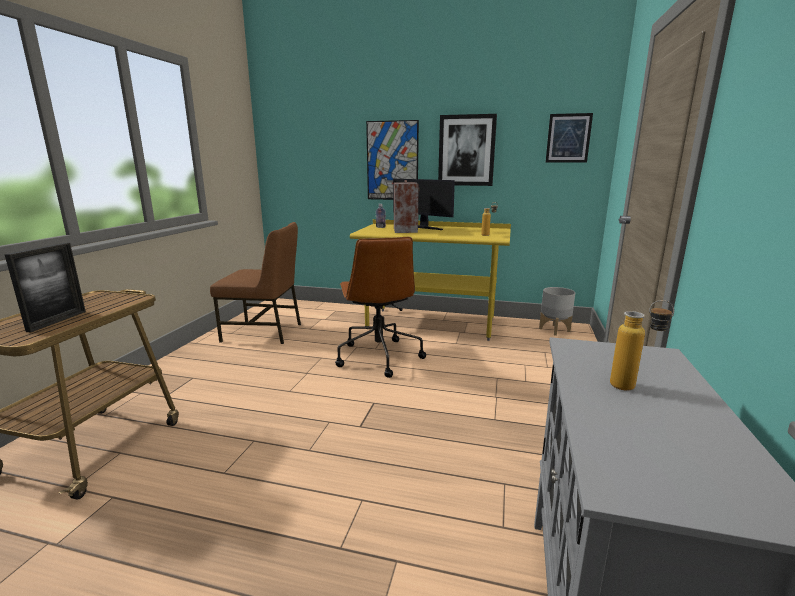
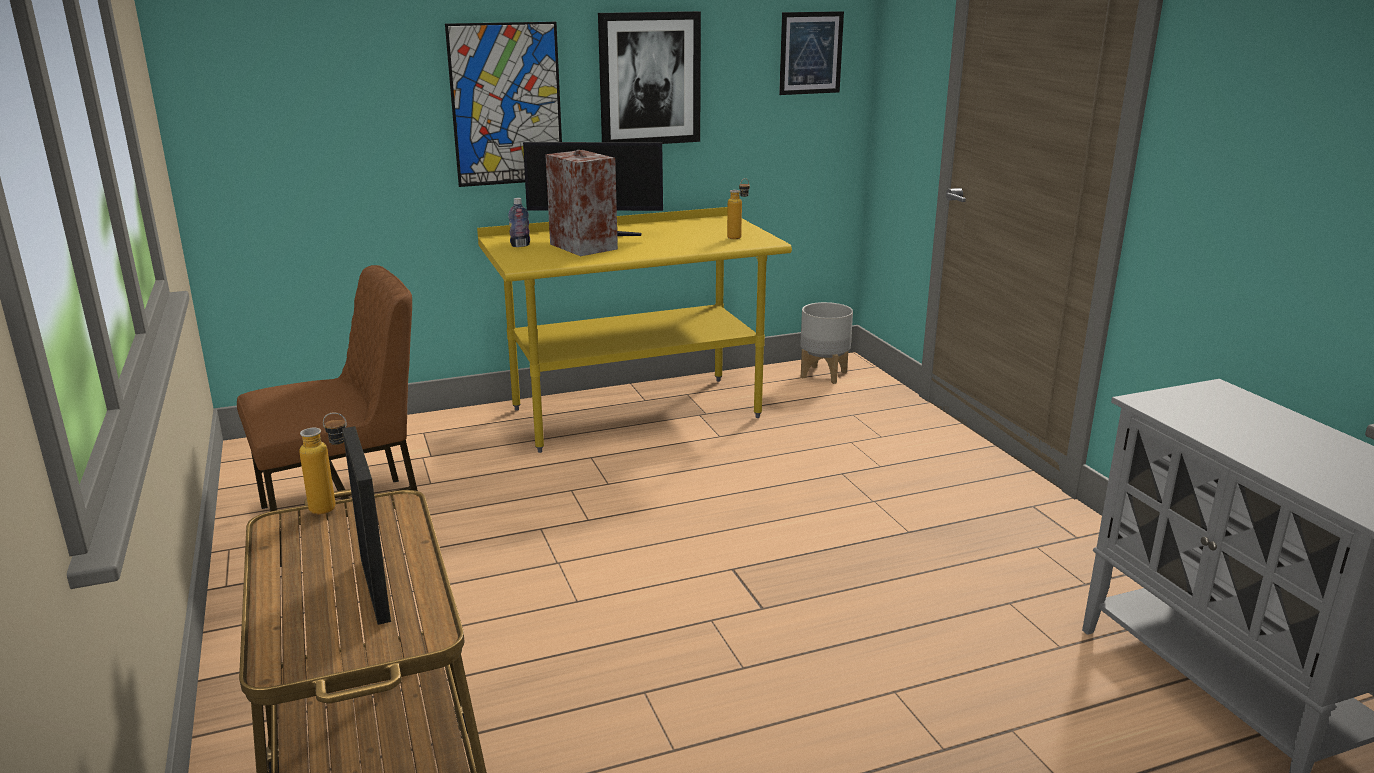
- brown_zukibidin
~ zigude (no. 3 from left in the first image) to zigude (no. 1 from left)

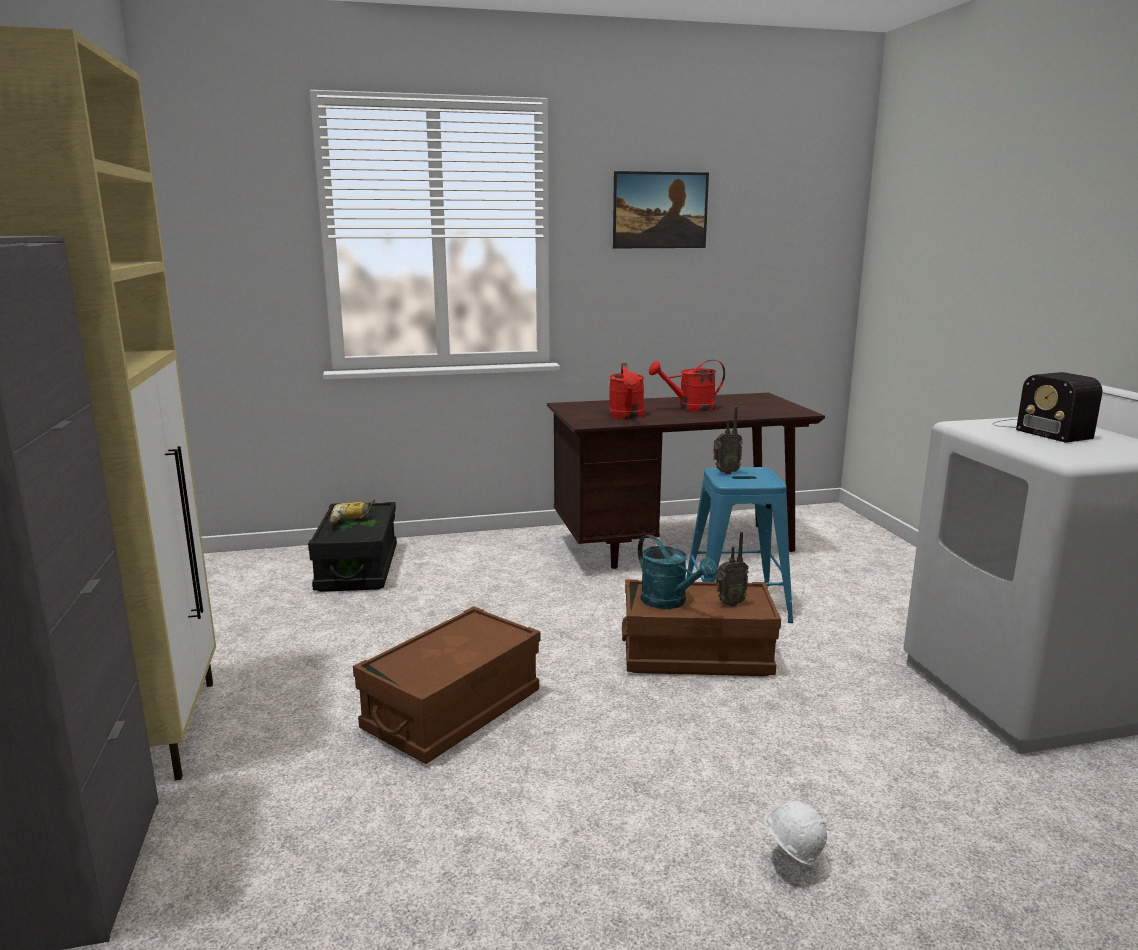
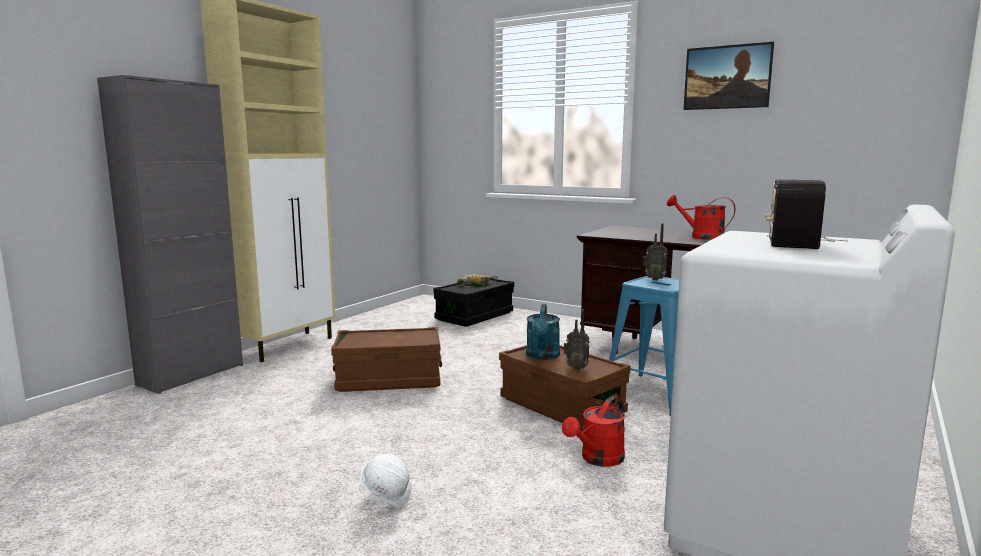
~ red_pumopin (no. 1 from left)

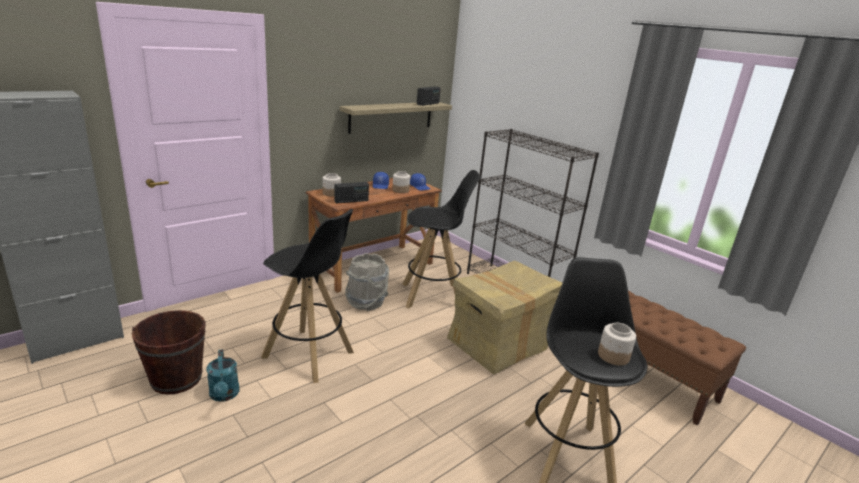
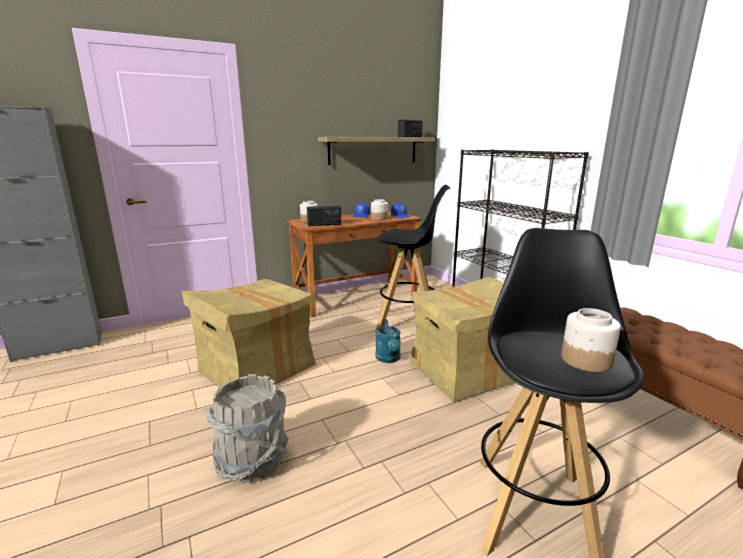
- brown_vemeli
~ turquoise_pumopin
~ grey_vemeli
~ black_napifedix (no. 1 from left) to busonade (no. 1 from left)

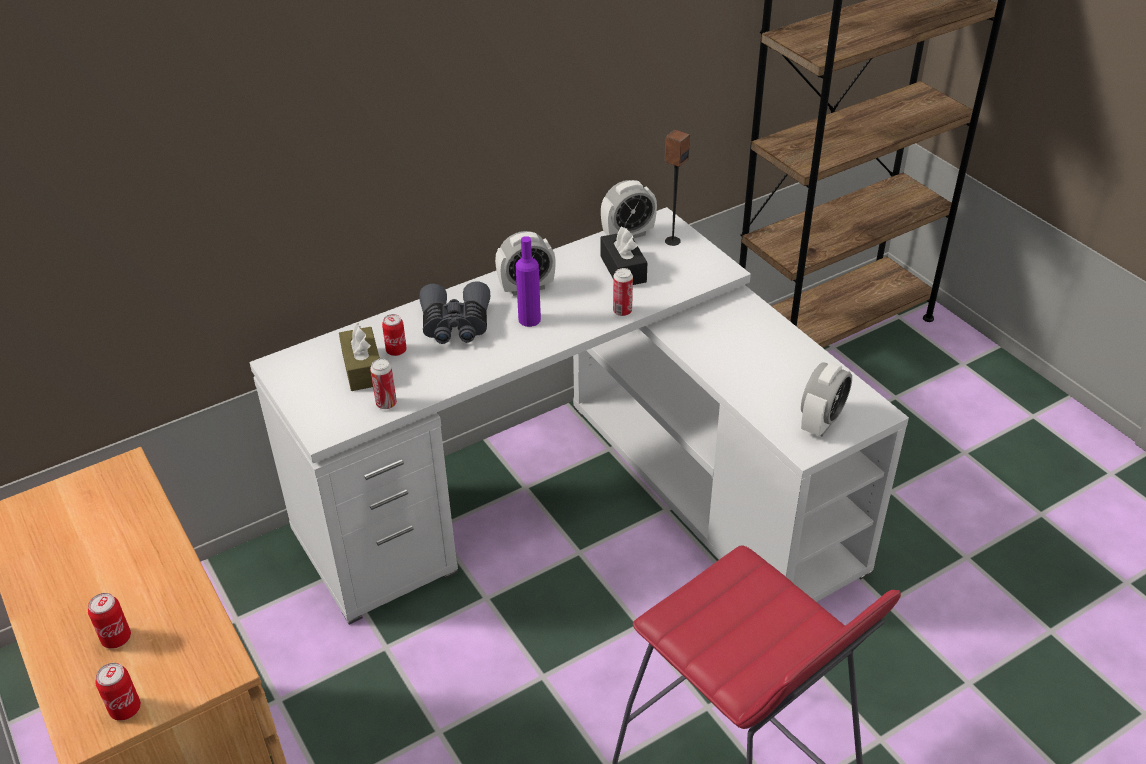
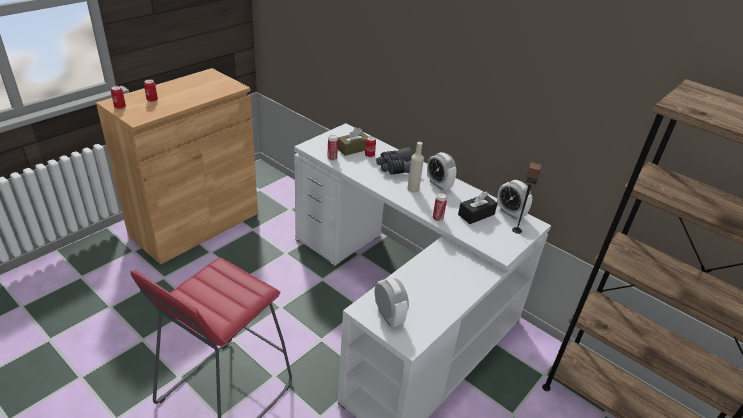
~ purple_zigude to beige_zigude
~ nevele (no. 3 from left in the first image) 135 degrees counterclockwise

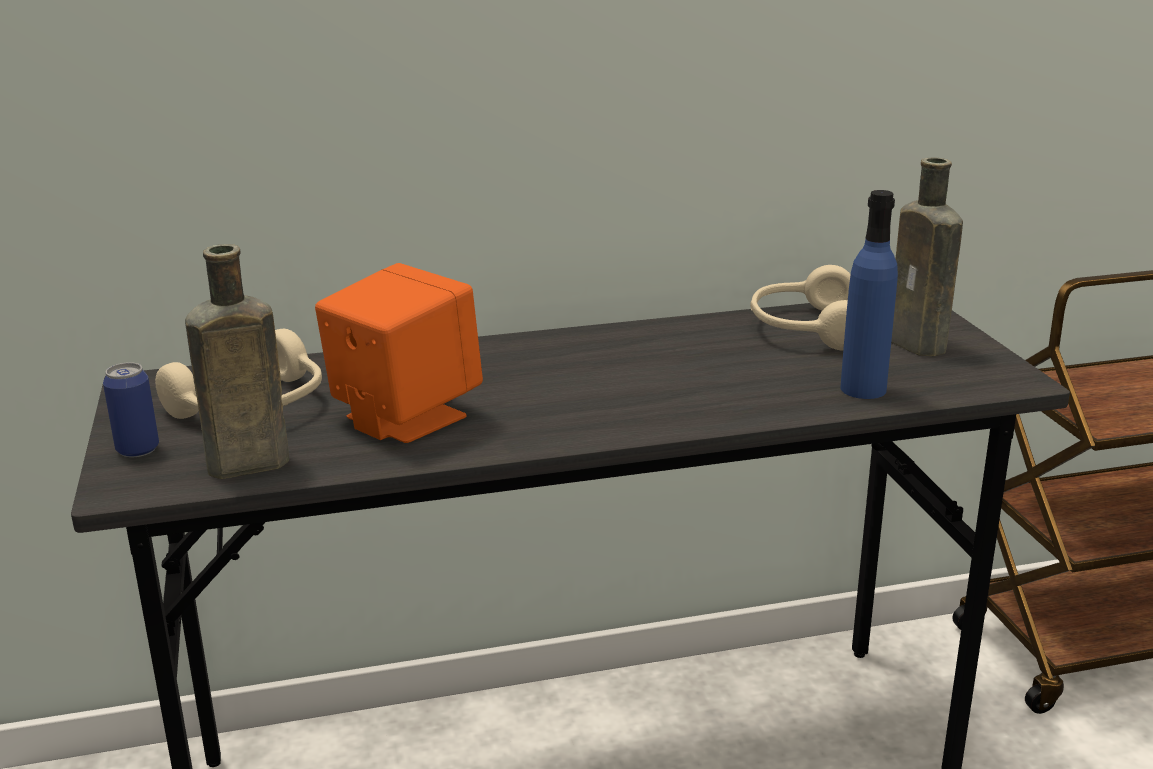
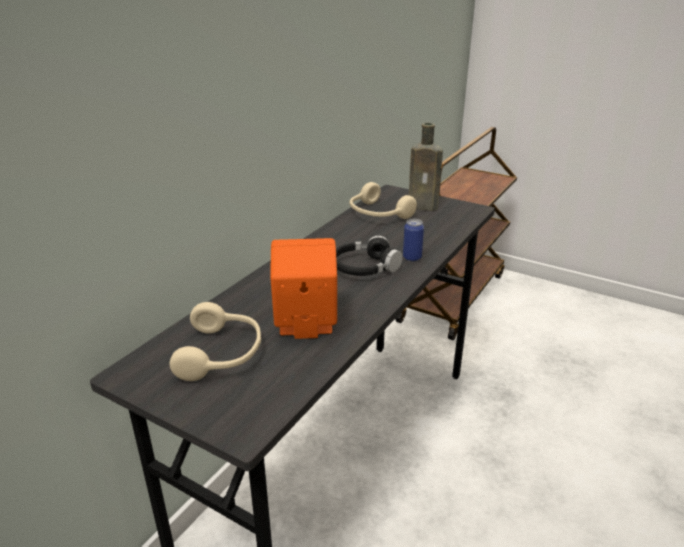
- brown_zigude (no. 1 from left)
- blue_zigude
+ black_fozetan
~ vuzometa

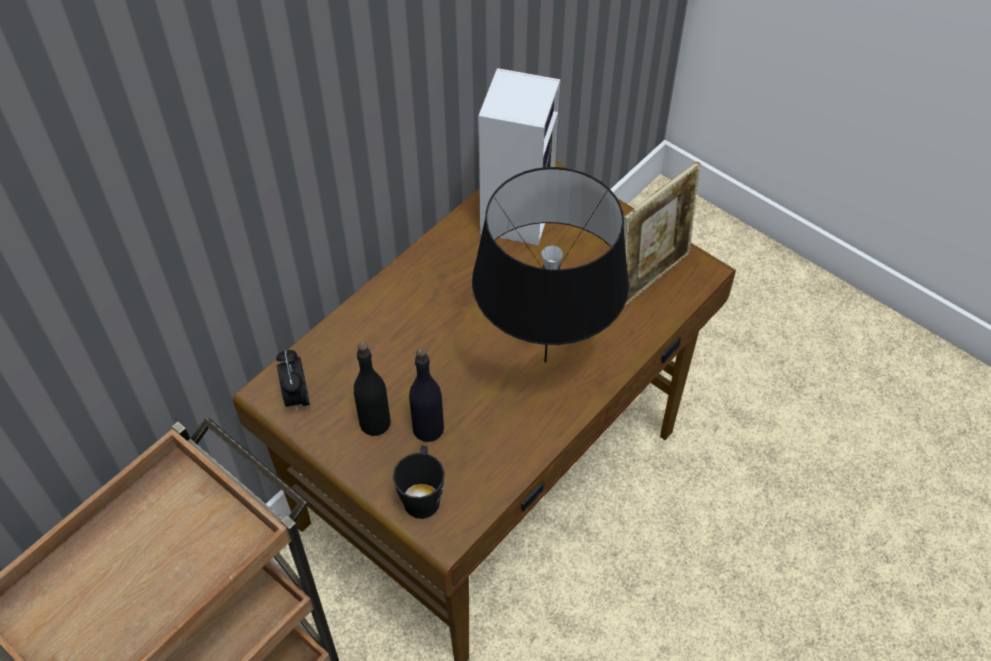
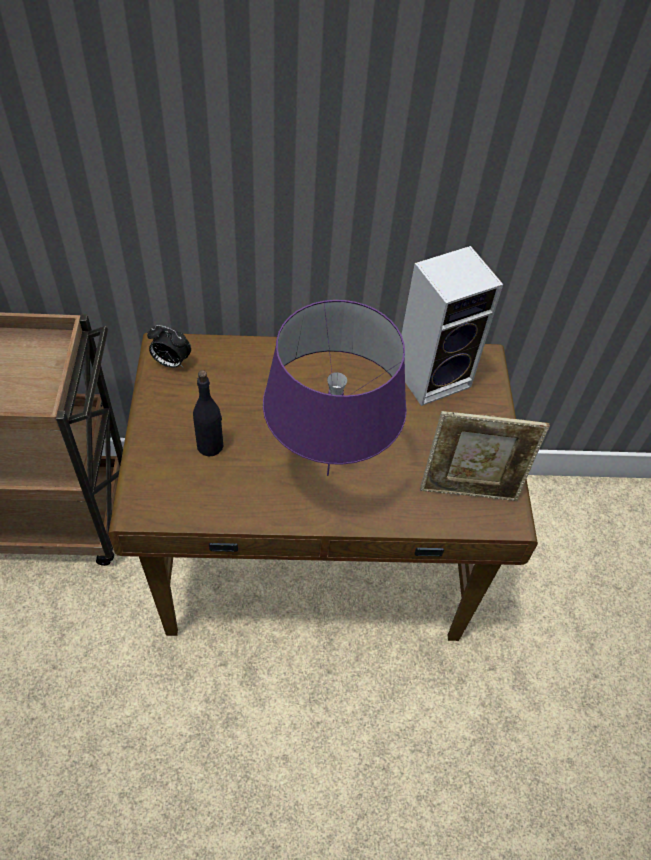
- black_zigude (no. 1 from left)
- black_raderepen
~ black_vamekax to purple_vamekax
~ nevele 105 degrees counterclockwise

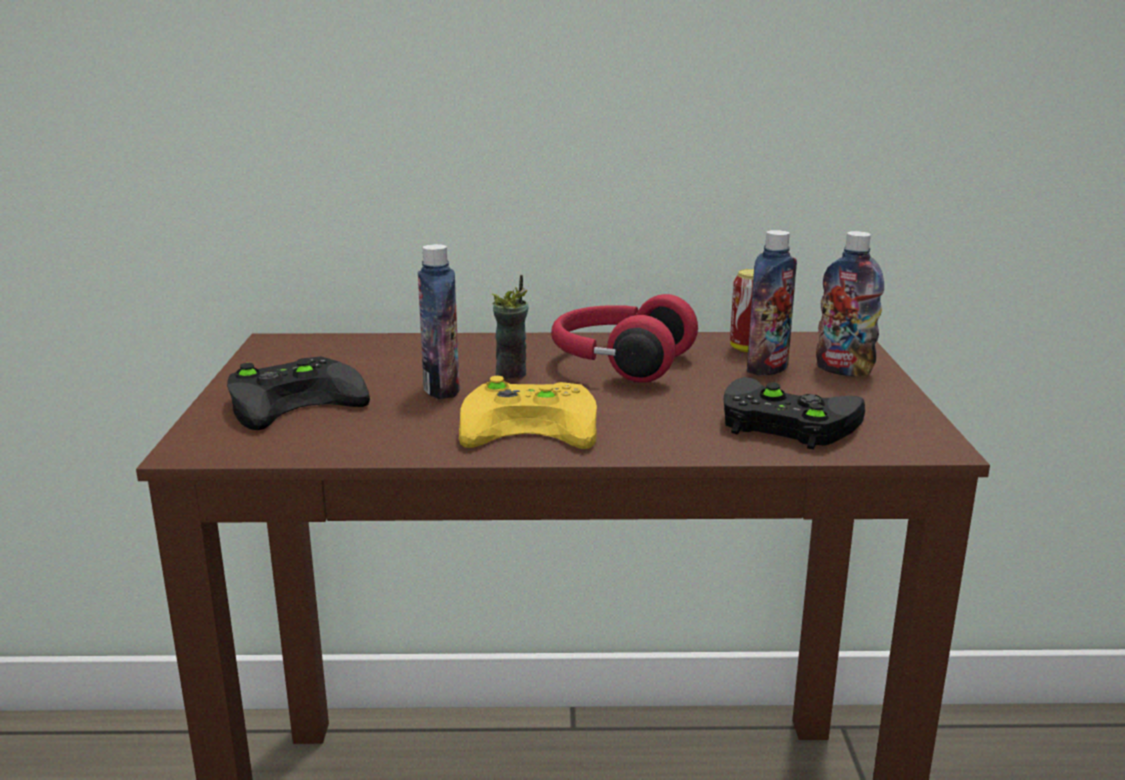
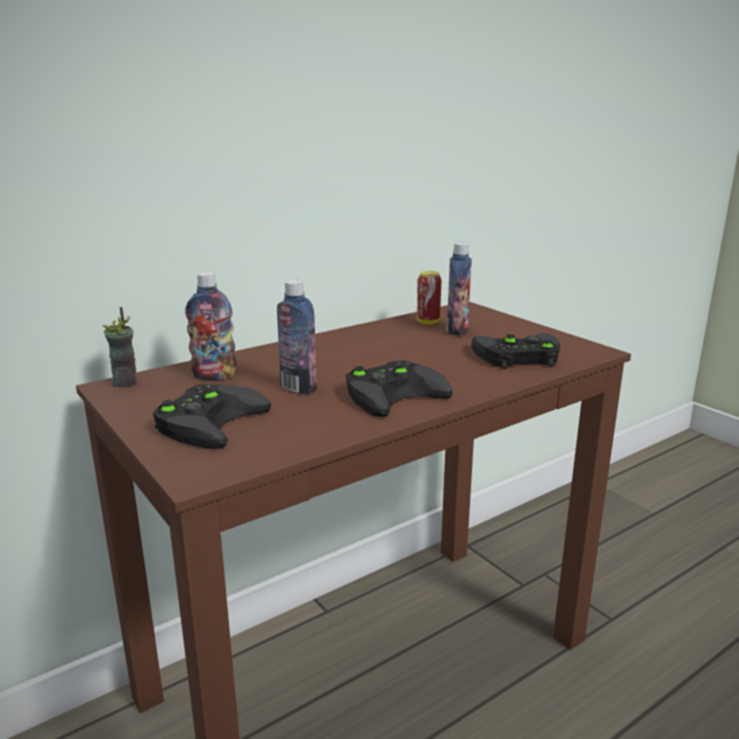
- red_fozetan
~ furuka
~ zigude (no. 3 from left in the first image) to zigude (no. 1 from left)
~ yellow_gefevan to black_gefevan (no. 2 from left)

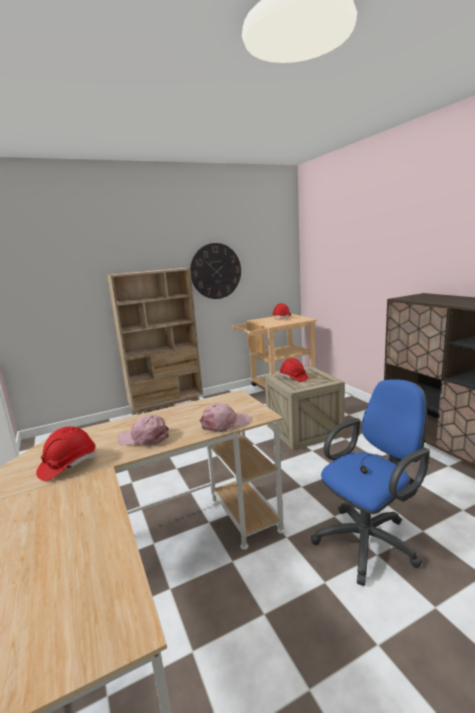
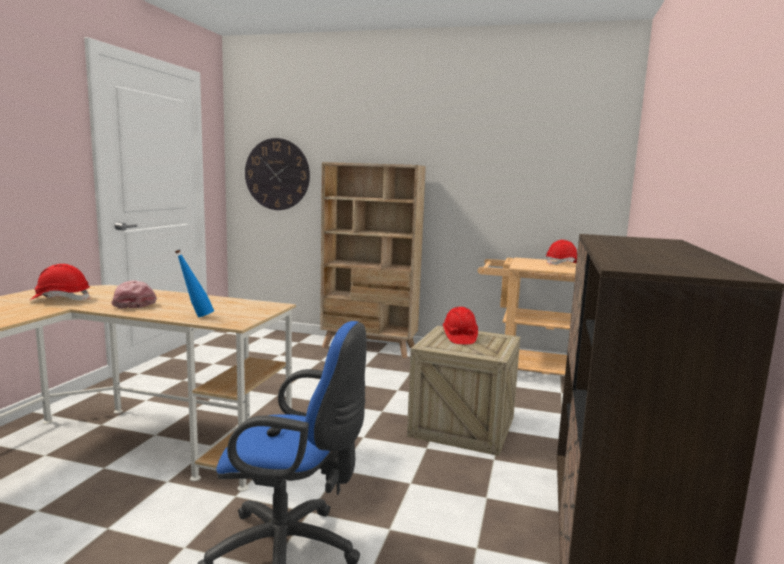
~ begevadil
~ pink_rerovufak (no. 2 from left) to blue_zigude

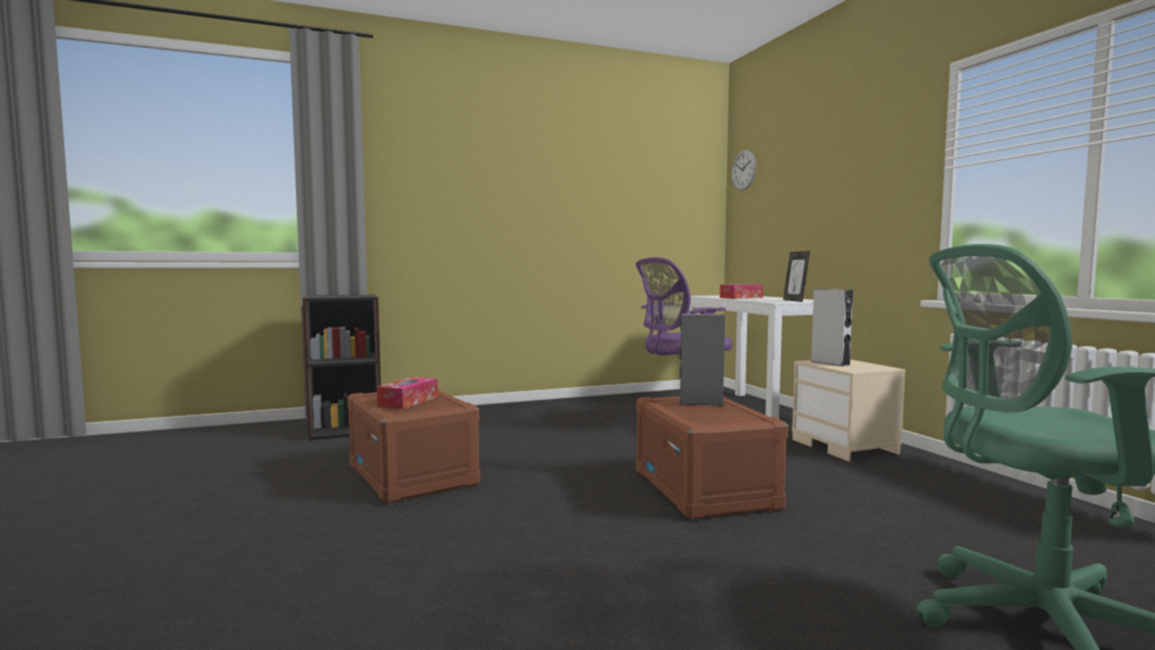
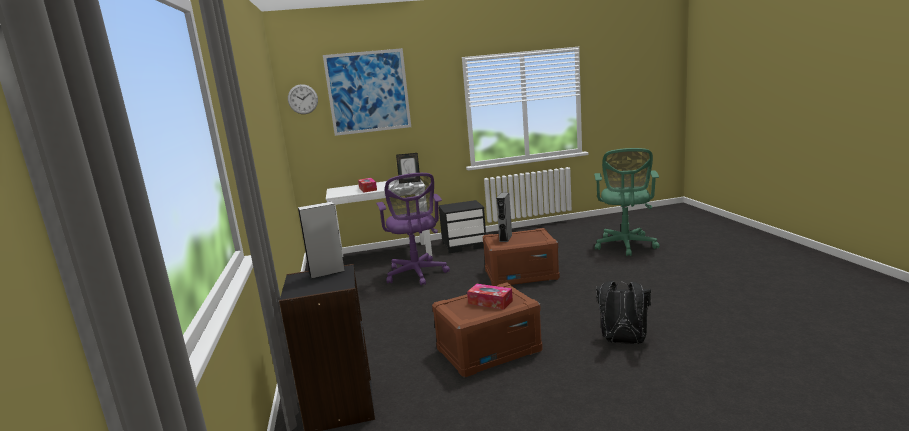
+ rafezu
+ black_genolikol
~ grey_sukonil (no. 2 from left in the first image) to grey_sukonil (no. 1 from left)
~ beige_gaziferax to black_gaziferax

